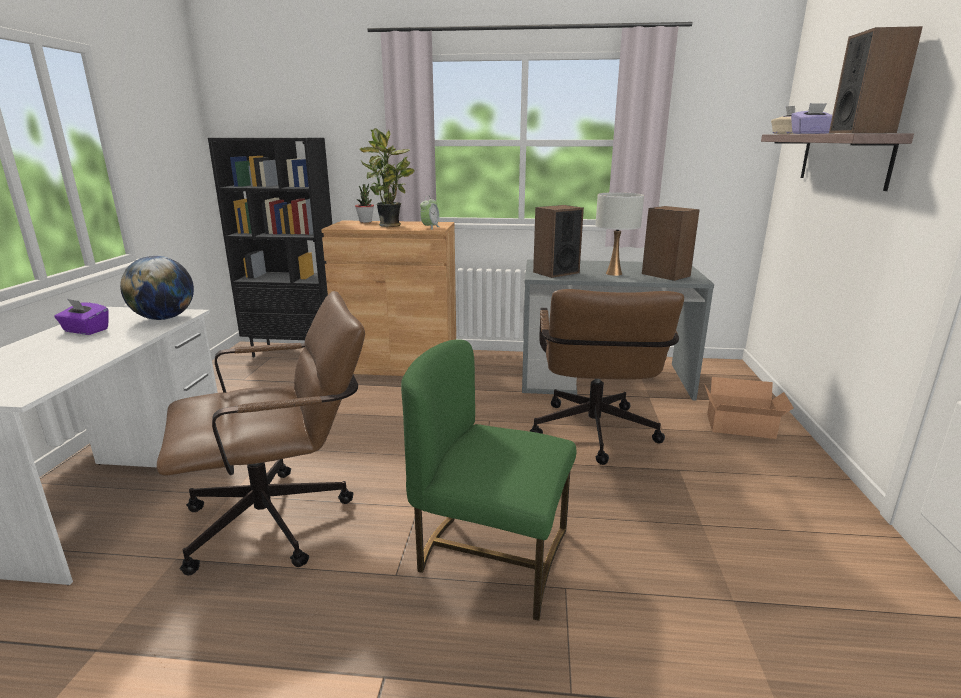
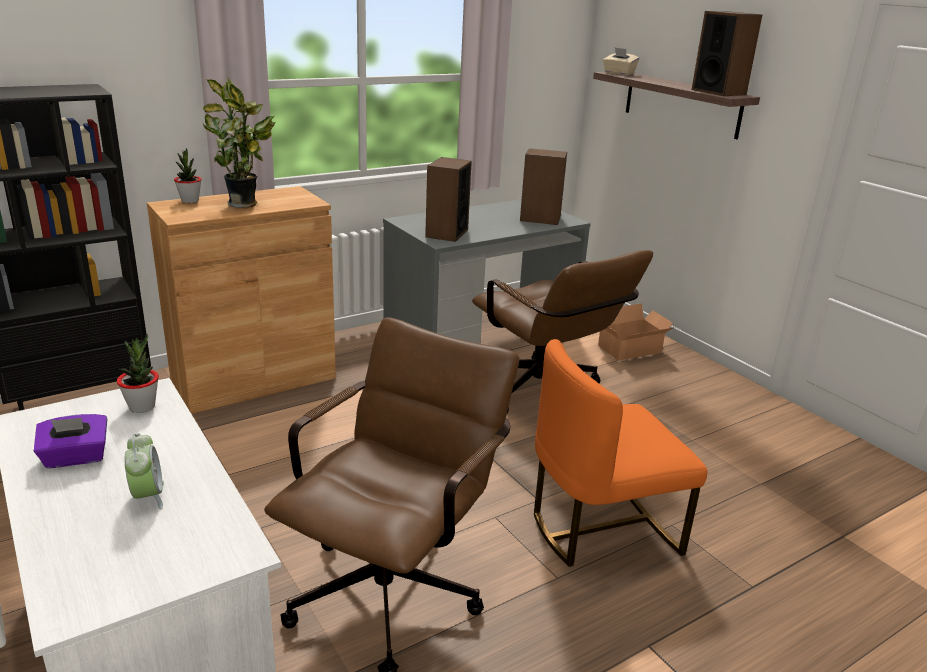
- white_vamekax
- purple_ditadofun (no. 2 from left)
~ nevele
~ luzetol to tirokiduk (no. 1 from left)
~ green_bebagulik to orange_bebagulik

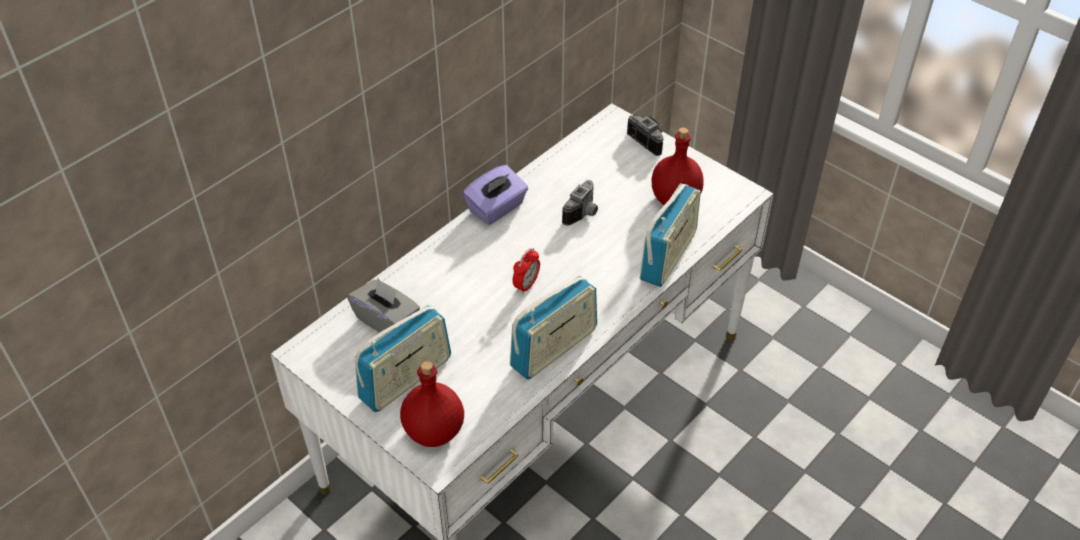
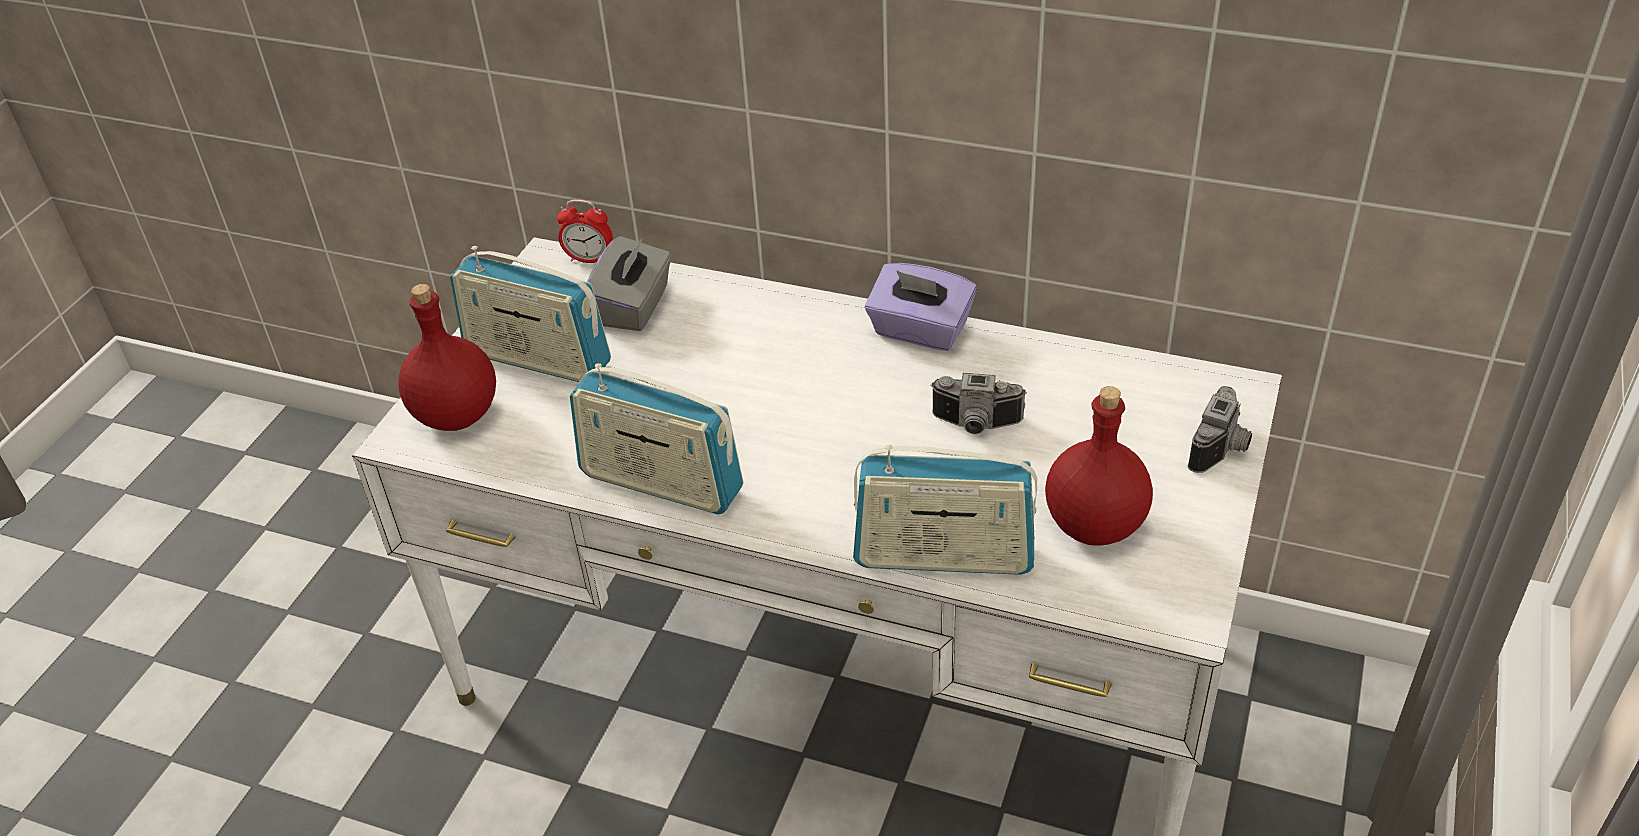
~ nevele

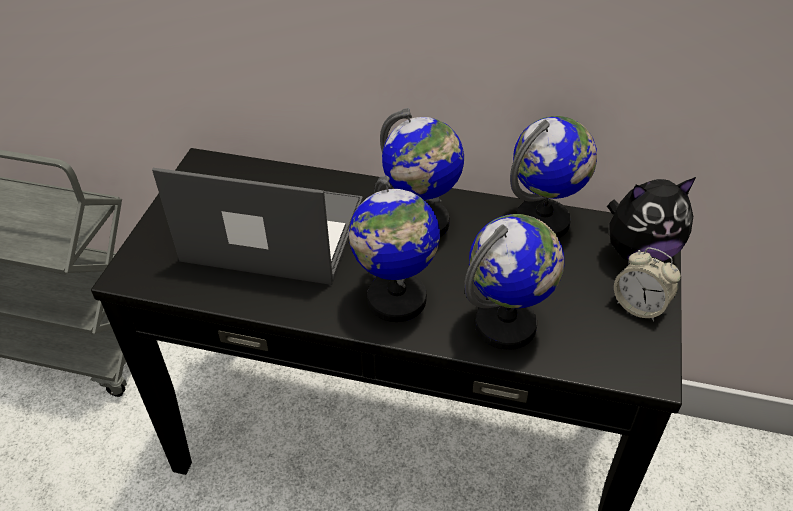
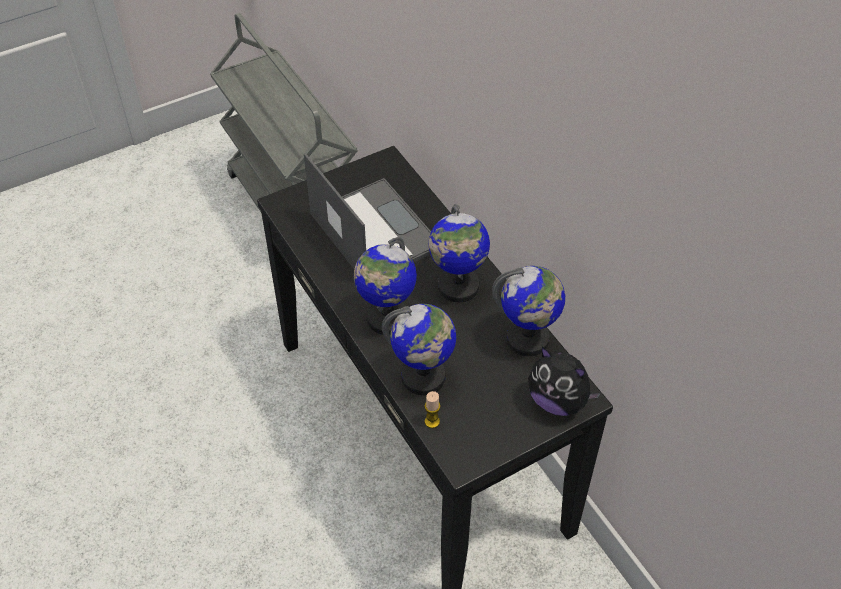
- nevele
+ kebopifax

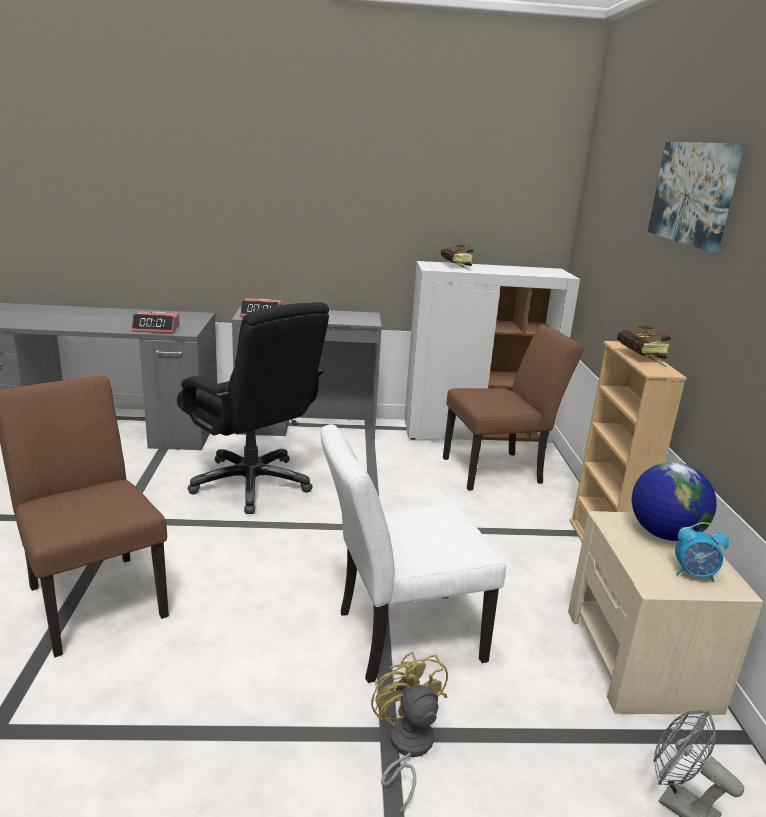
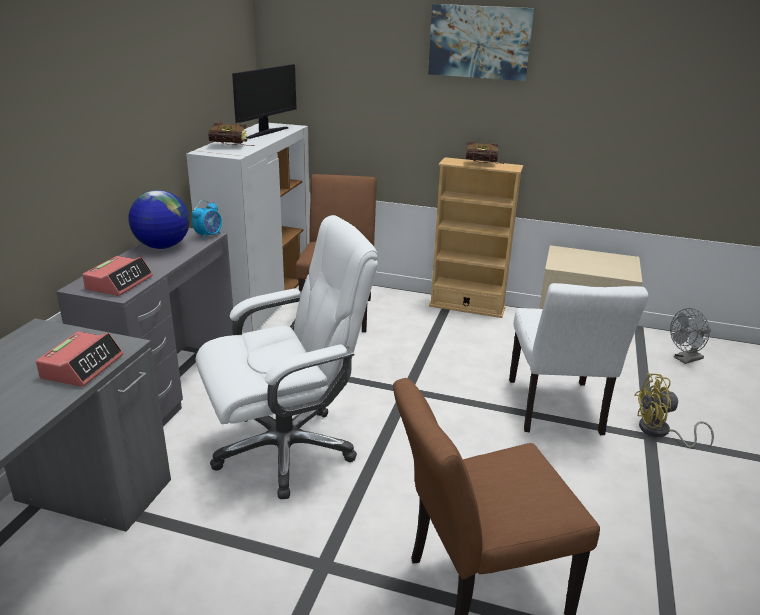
+ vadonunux
~ luzetol
~ nevele (no. 3 from left)
~ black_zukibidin to white_zukibidin

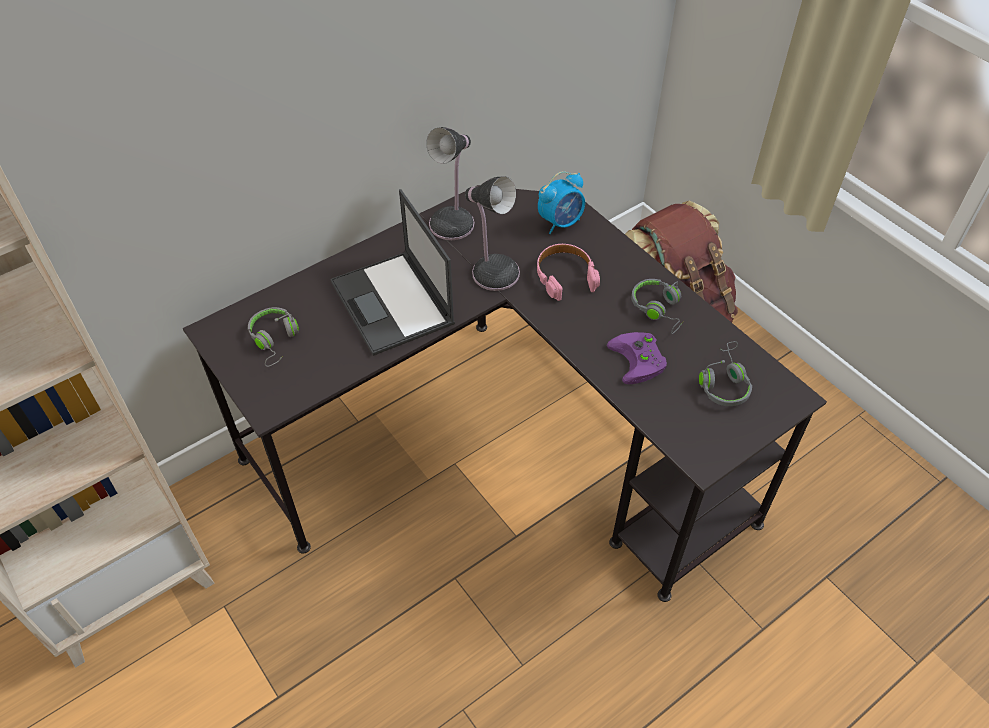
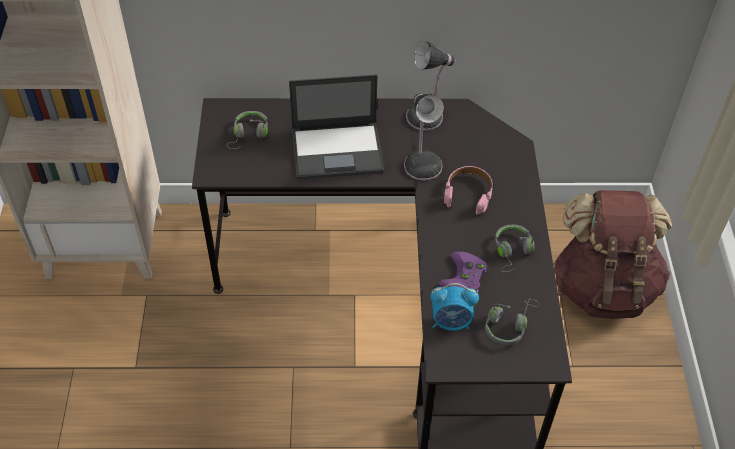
~ nevele
~ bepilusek 105 degrees counterclockwise

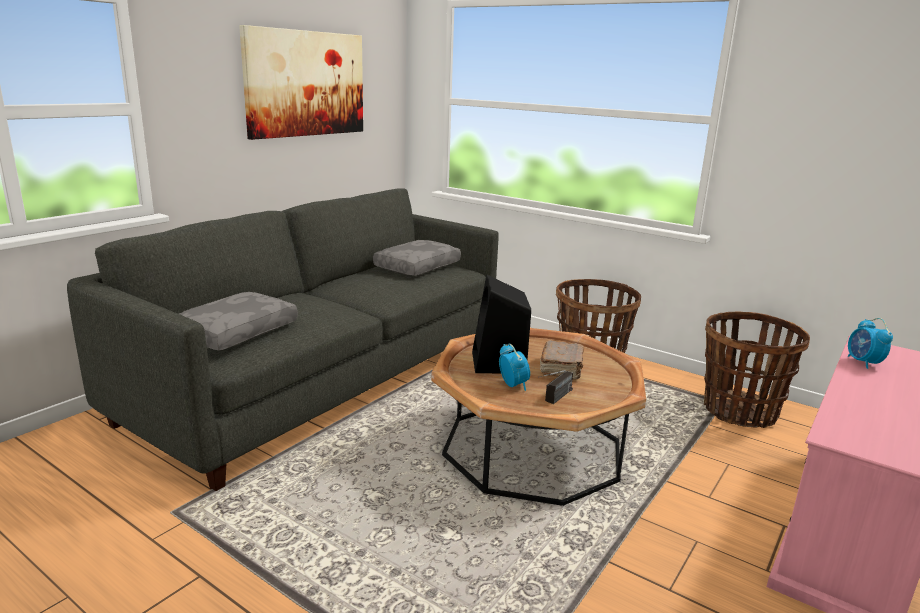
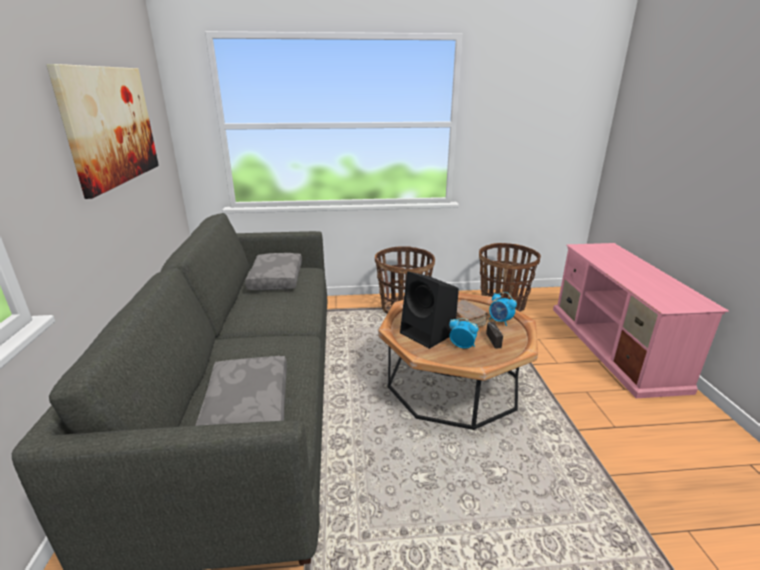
~ nevele (no. 2 from left)

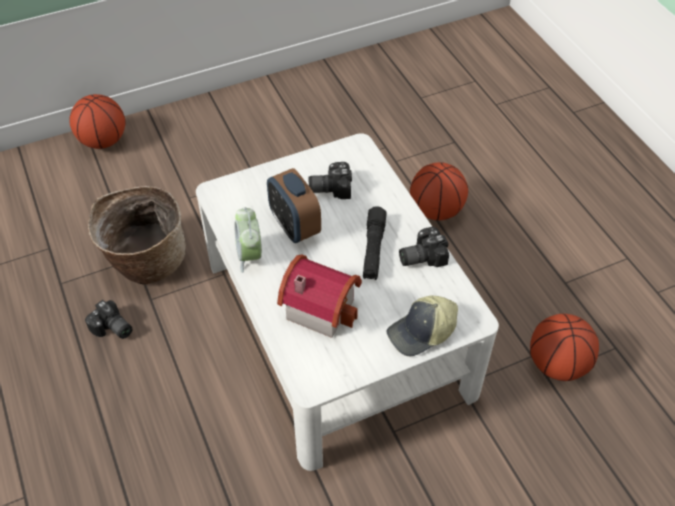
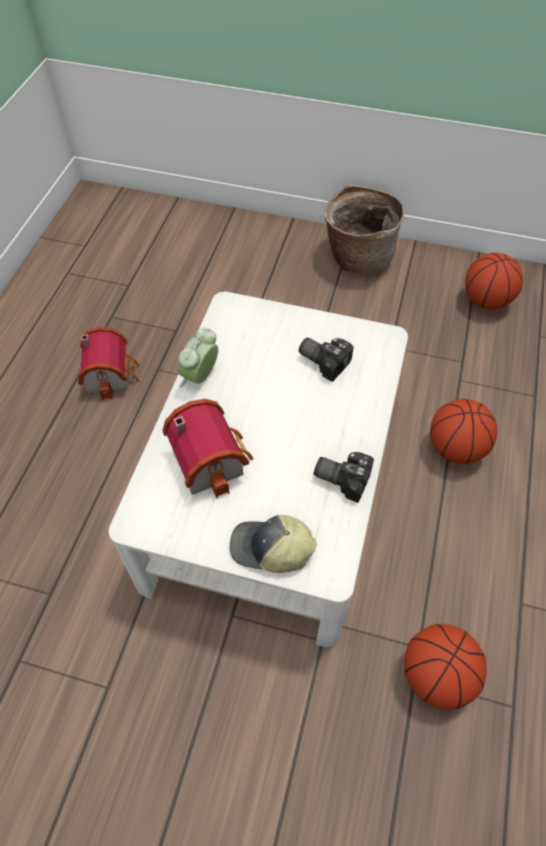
- nevele (no. 2 from left)
- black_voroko
~ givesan (no. 1 from left in the first image) to givesan (no. 3 from left)
~ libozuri
~ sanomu (no. 1 from left) to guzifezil (no. 1 from left)

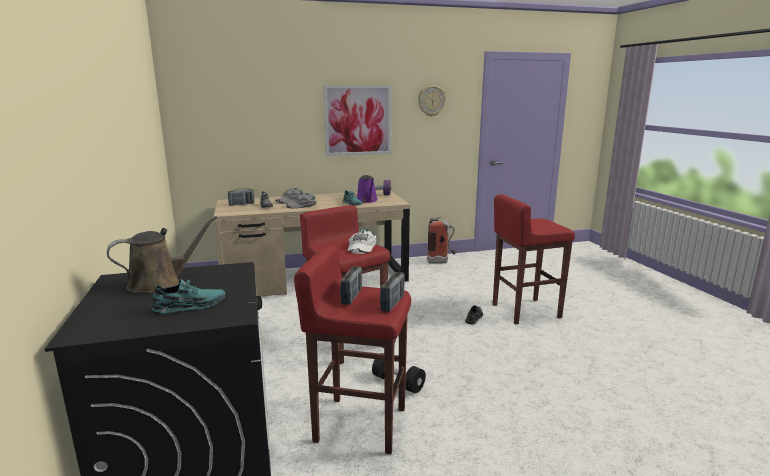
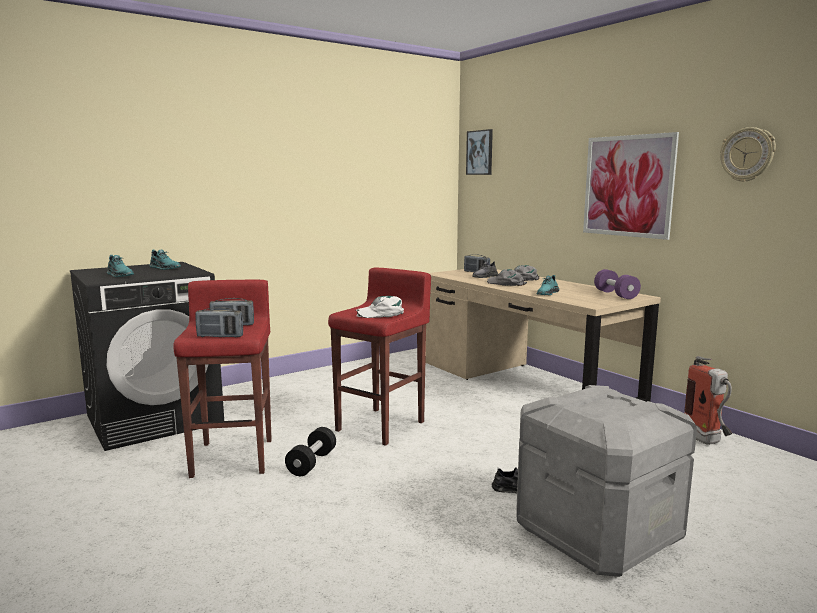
- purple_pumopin
+ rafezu (no. 1 from left)
~ brown_pumopin to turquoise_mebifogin (no. 2 from left)
~ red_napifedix (no. 3 from left) to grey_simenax

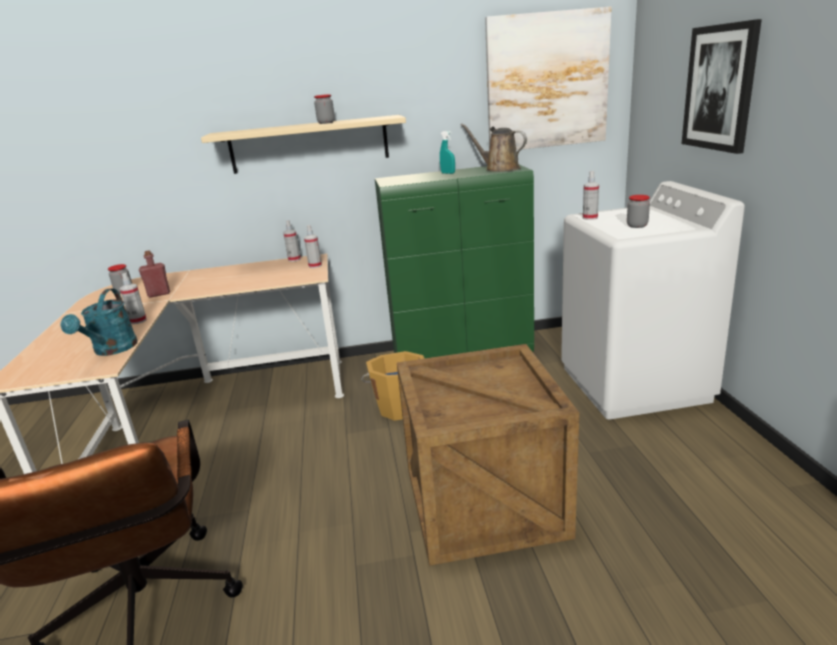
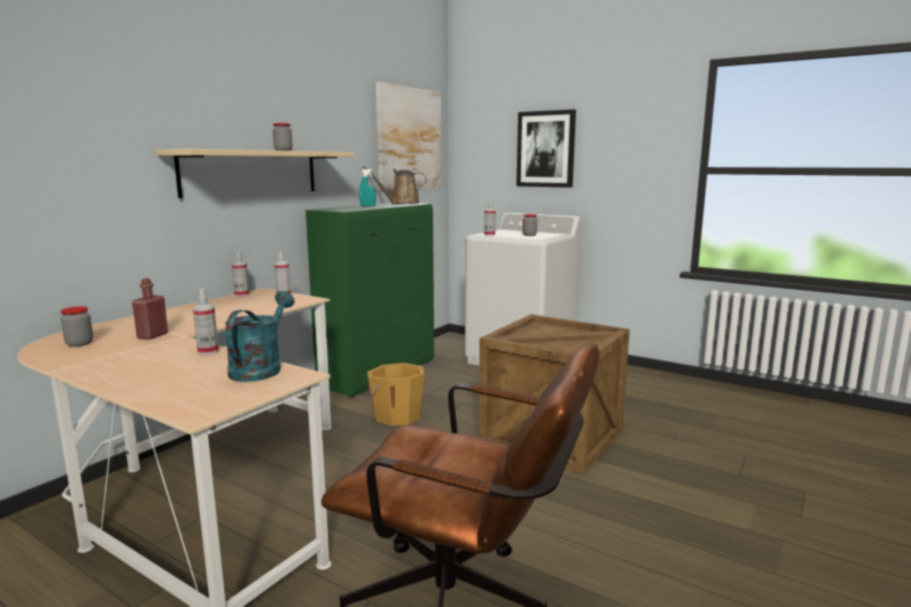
~ turquoise_pumopin 120 degrees counterclockwise

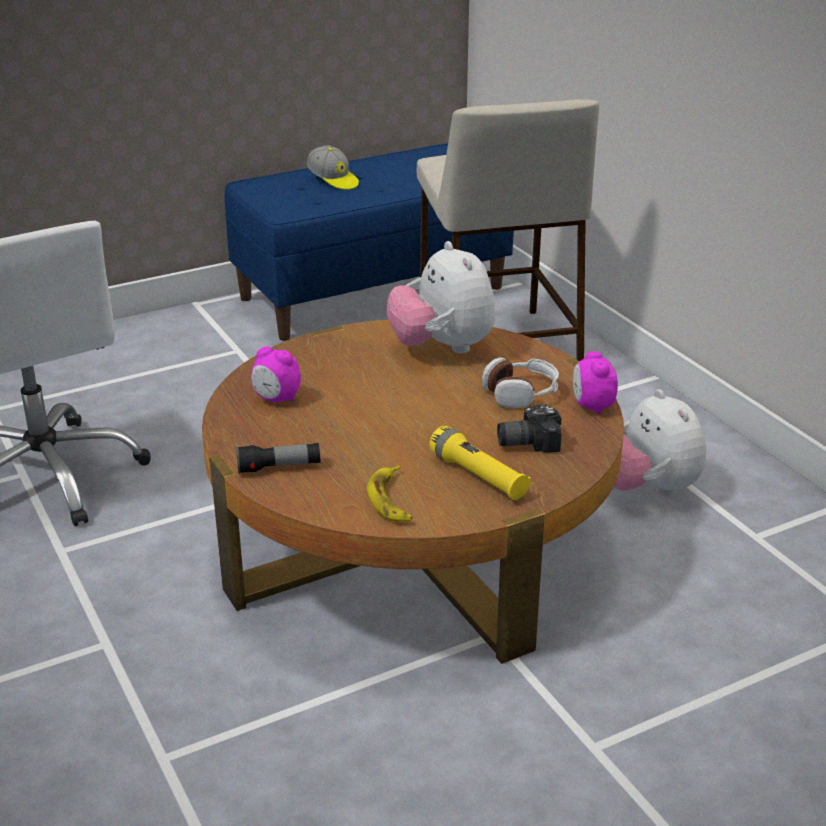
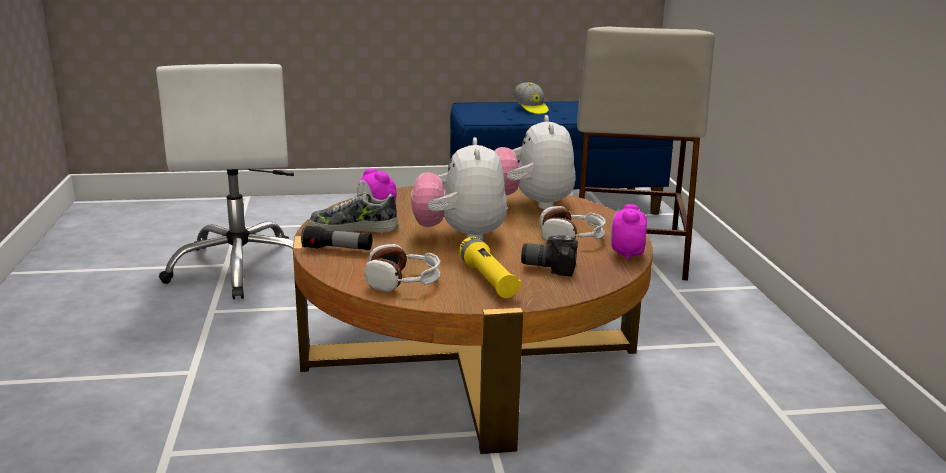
+ mebifogin
~ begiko (no. 2 from left in the first image) to begiko (no. 1 from left)
~ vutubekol to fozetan (no. 1 from left)

